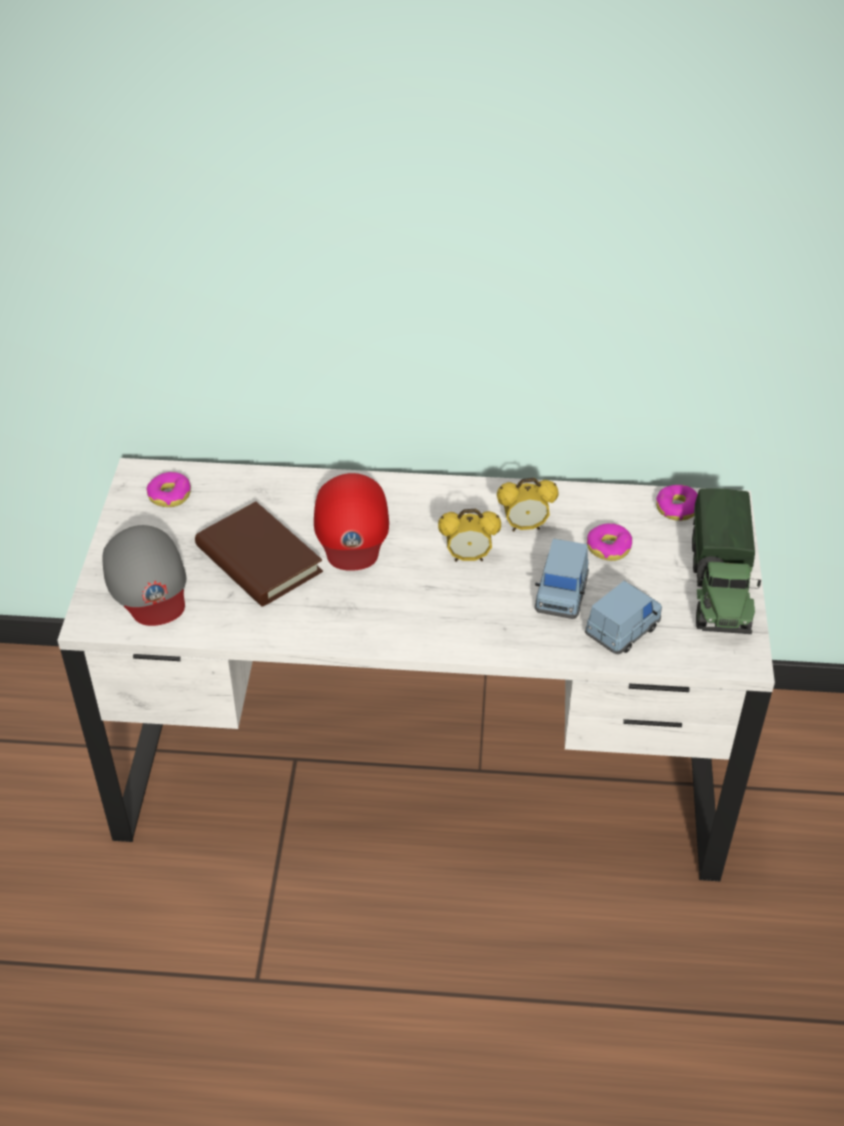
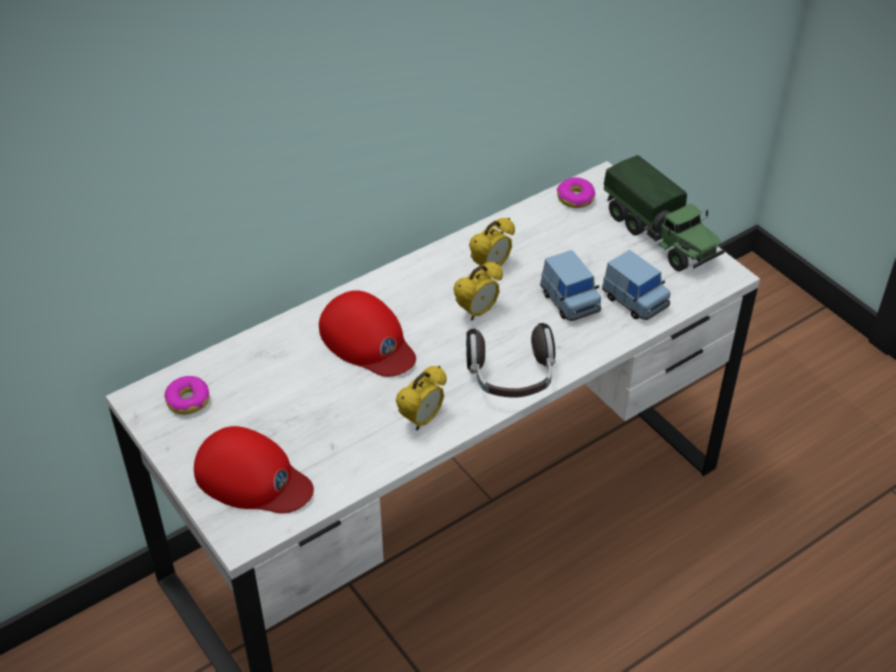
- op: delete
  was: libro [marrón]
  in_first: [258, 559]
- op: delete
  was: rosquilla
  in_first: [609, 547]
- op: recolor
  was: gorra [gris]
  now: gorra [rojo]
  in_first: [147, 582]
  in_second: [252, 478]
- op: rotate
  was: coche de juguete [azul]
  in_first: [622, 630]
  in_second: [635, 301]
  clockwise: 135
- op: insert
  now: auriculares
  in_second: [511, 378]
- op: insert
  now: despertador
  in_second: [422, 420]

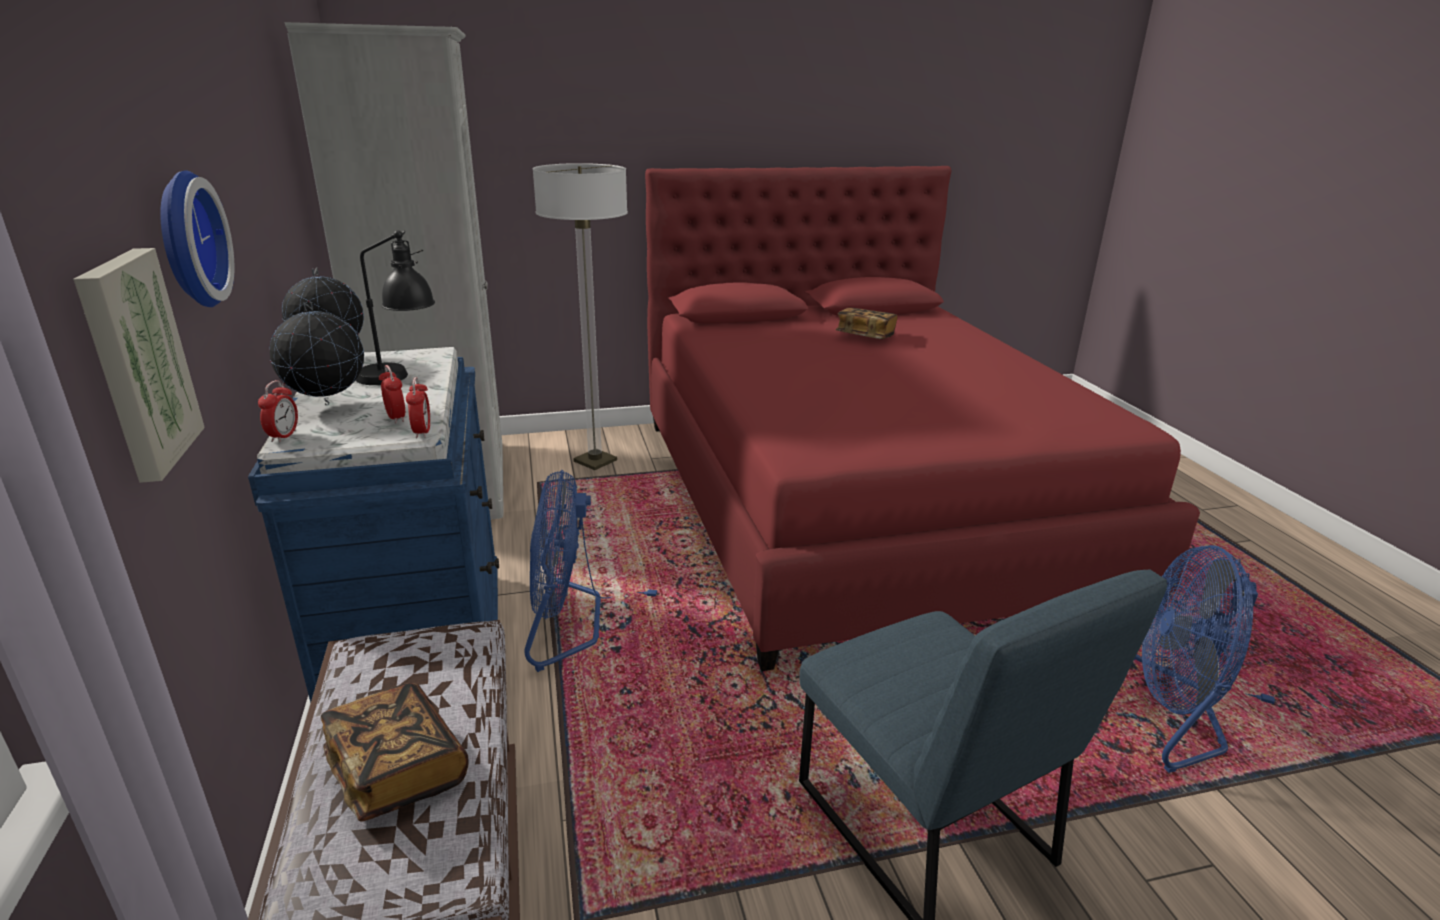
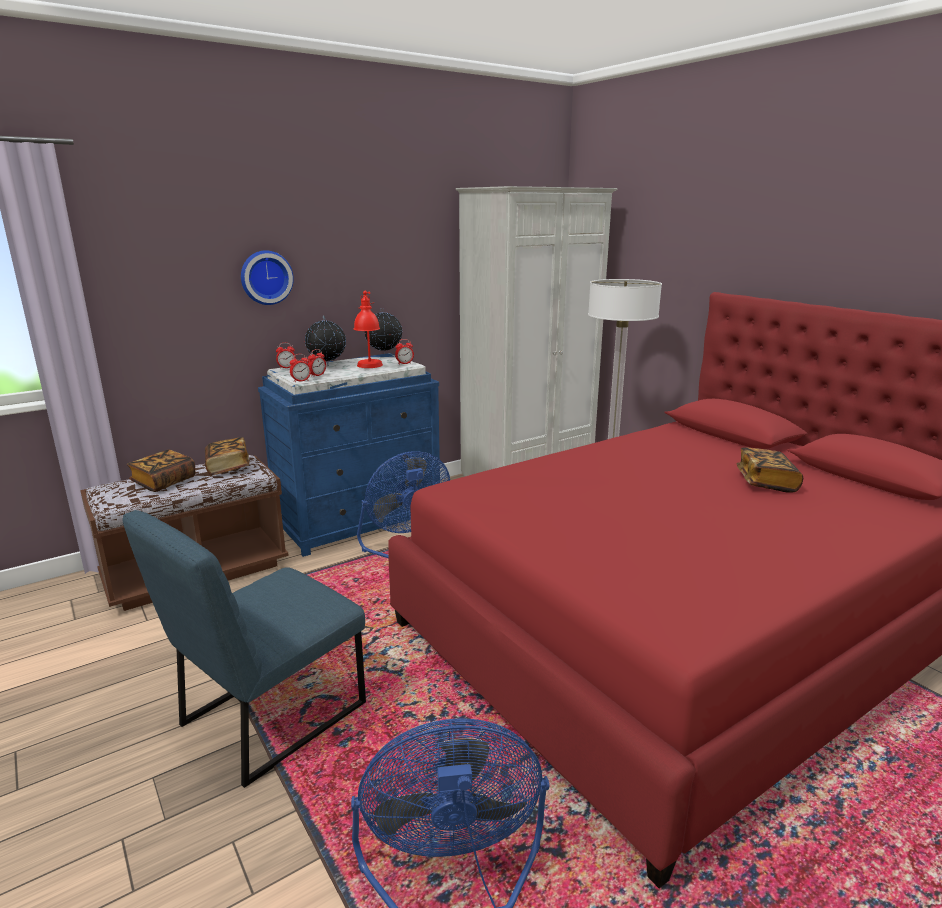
- op: recolor
  was: lámpara de mesa [negro]
  now: lámpara de mesa [rojo]
  in_first: [401, 378]
  in_second: [370, 367]
- op: delete
  was: cuadro
  in_first: [136, 363]
- op: insert
  now: despertador
  in_second: [404, 363]
- op: insert
  now: libro
  in_second: [228, 467]

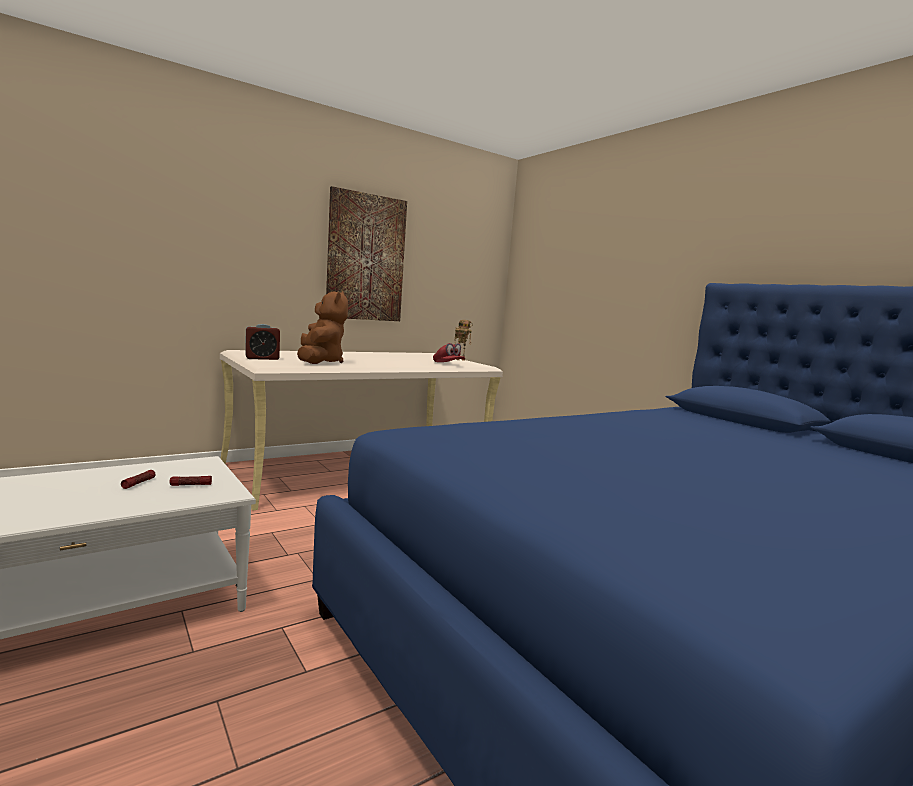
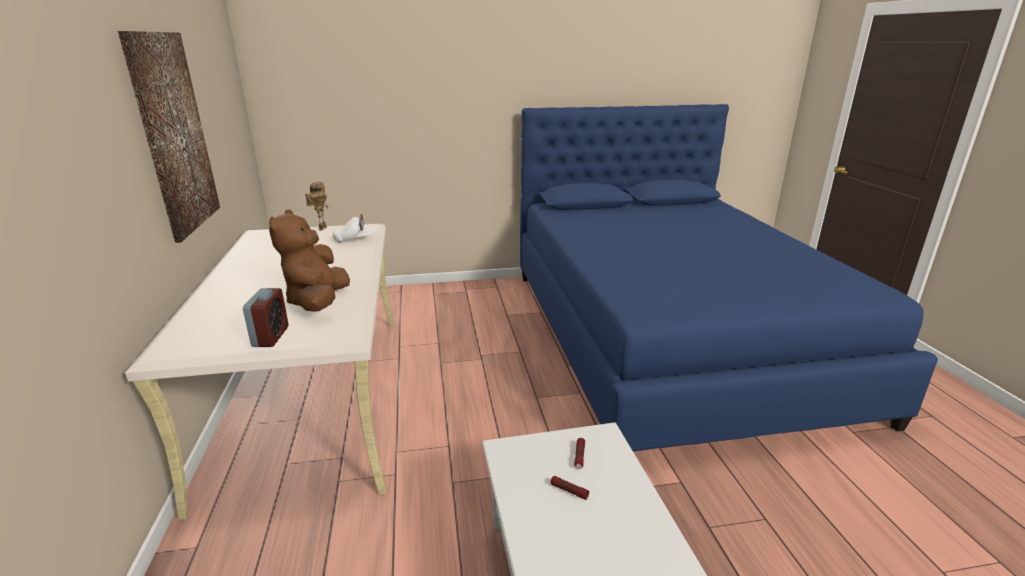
- op: rotate
  was: peluche [marrón]
  in_first: [320, 362]
  in_second: [318, 302]
  clockwise: -105
- op: recolor
  was: gorra [rojo]
  now: gorra [blanco]
  in_first: [448, 364]
  in_second: [355, 239]

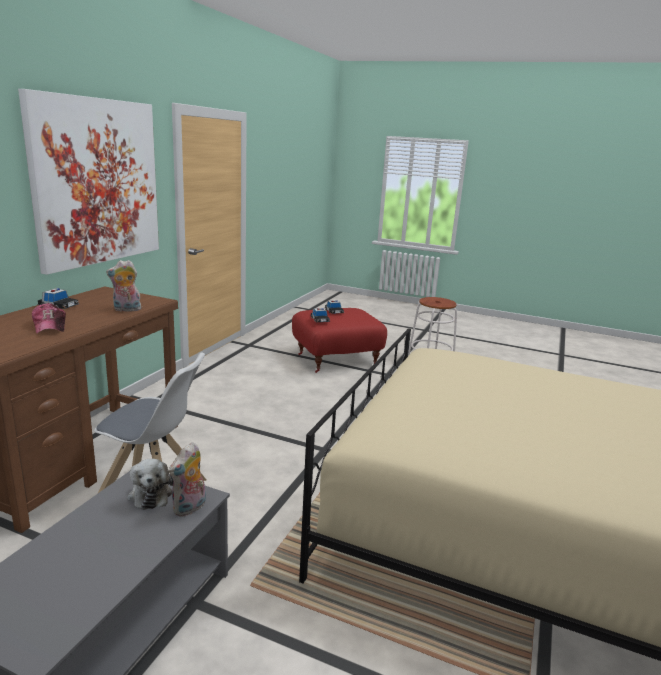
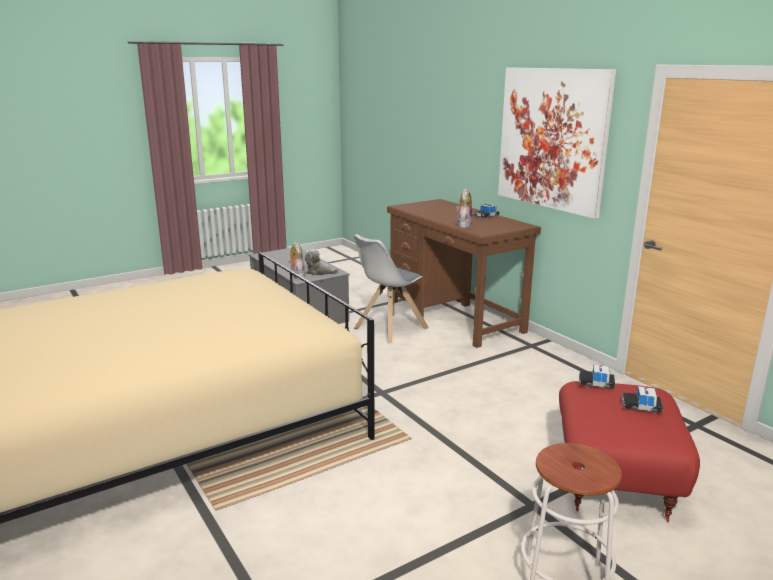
- op: delete
  was: gorra
  in_first: [50, 326]

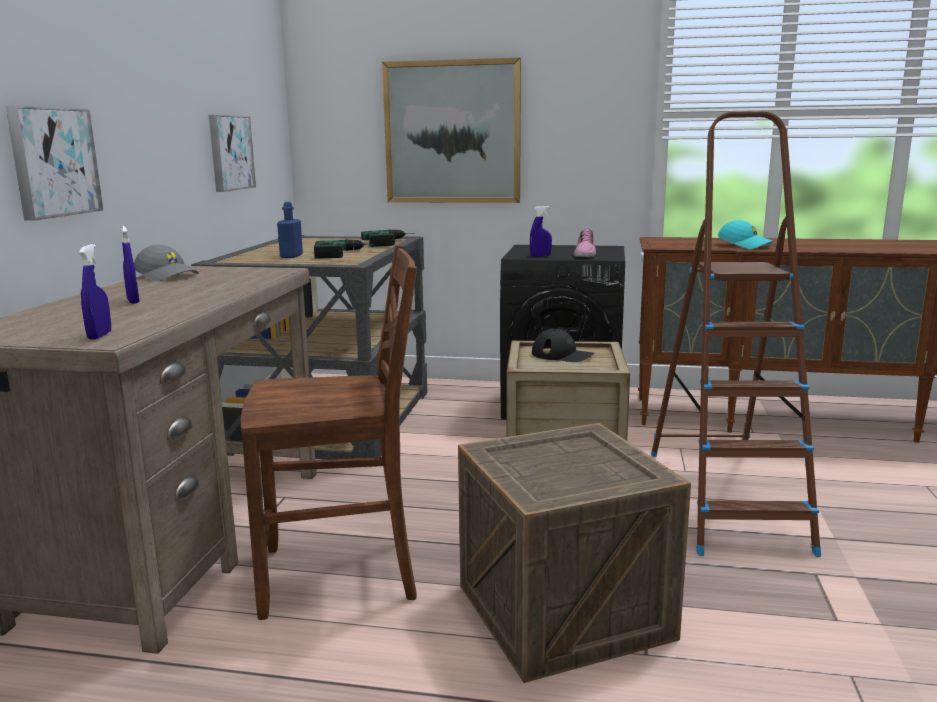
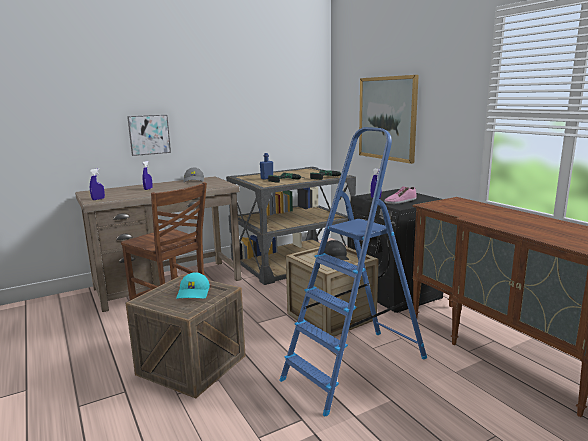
- op: recolor
  was: escalera de tijera [marrón]
  now: escalera de tijera [azul]
  in_first: [725, 498]
  in_second: [355, 369]
- op: delete
  was: cuadro
  in_first: [230, 153]
- op: move
  was: gorra [turquesa]
  in_first: [745, 245]
  in_second: [194, 293]

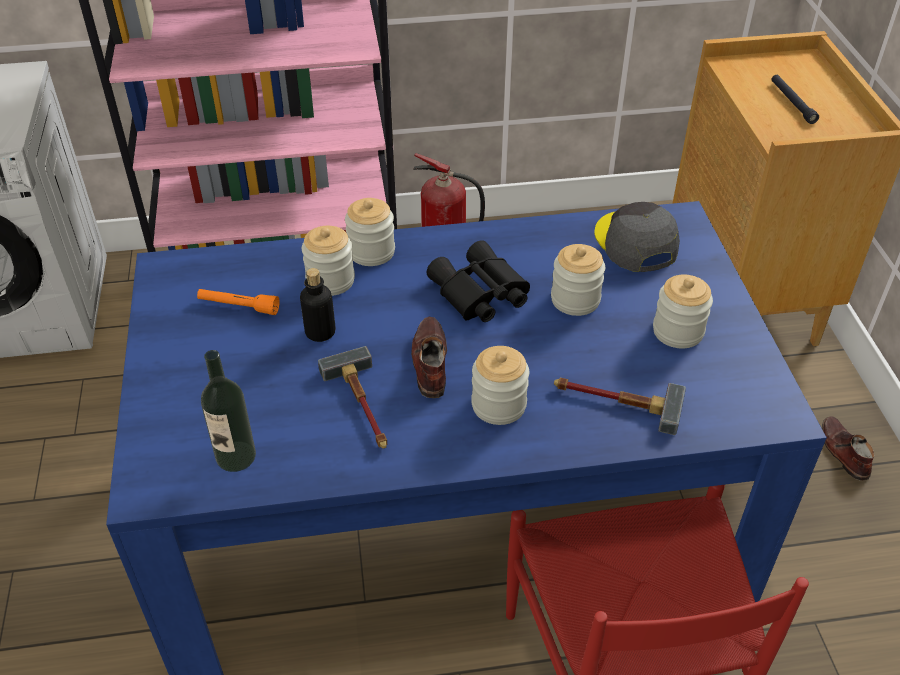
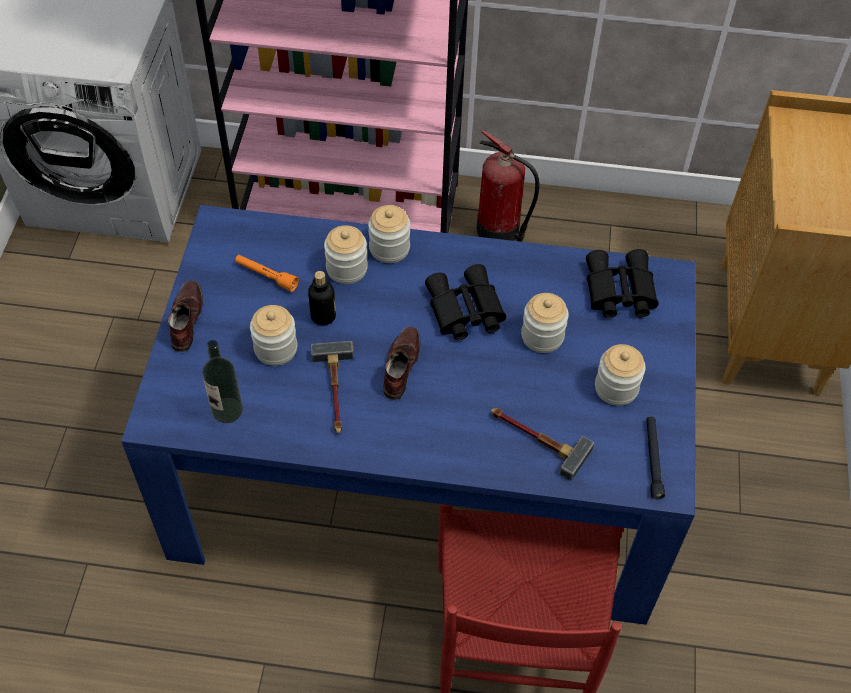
- op: move
  was: linterna [negro]
  in_first: [792, 103]
  in_second: [653, 459]
- op: replace
  was: gorra [gris]
  now: prismáticos [negro]
  in_first: [635, 242]
  in_second: [618, 292]
- op: move
  was: tarro
  in_first: [498, 405]
  in_second: [275, 348]
- op: move
  was: zapato [marrón]
  in_first: [843, 452]
  in_second: [185, 319]

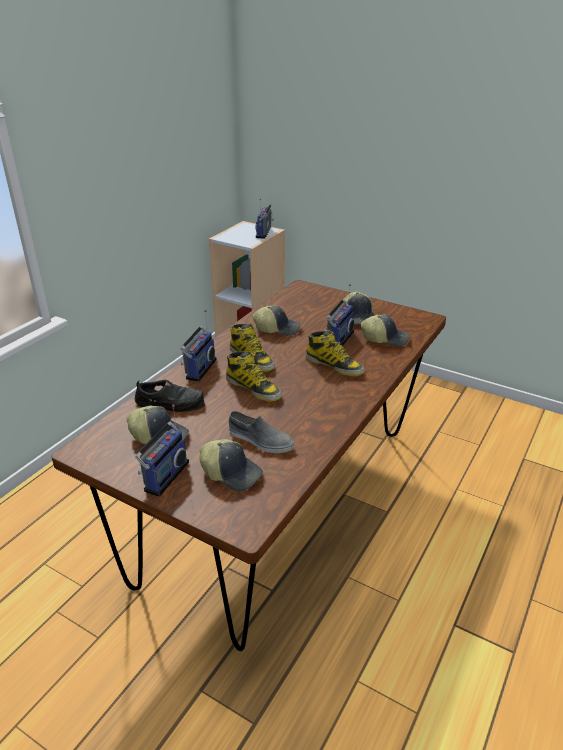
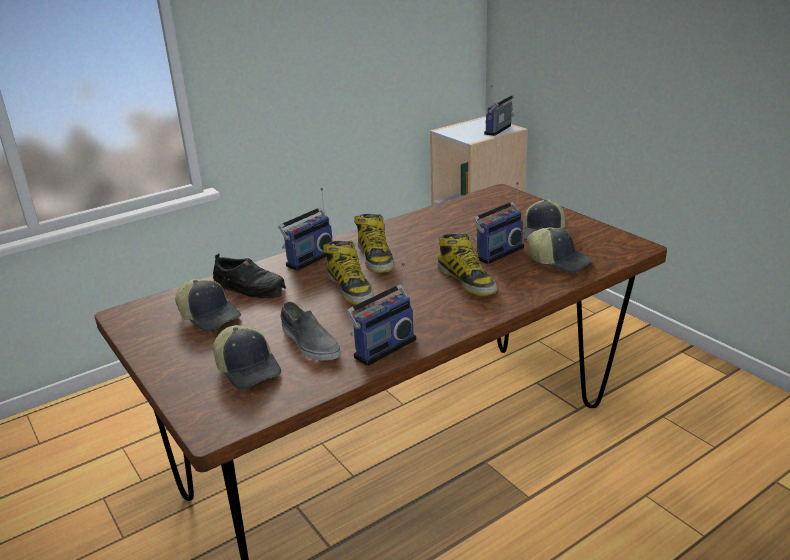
- op: delete
  was: gorra
  in_first: [277, 328]
- op: move
  was: radio
  in_first: [164, 475]
  in_second: [382, 347]

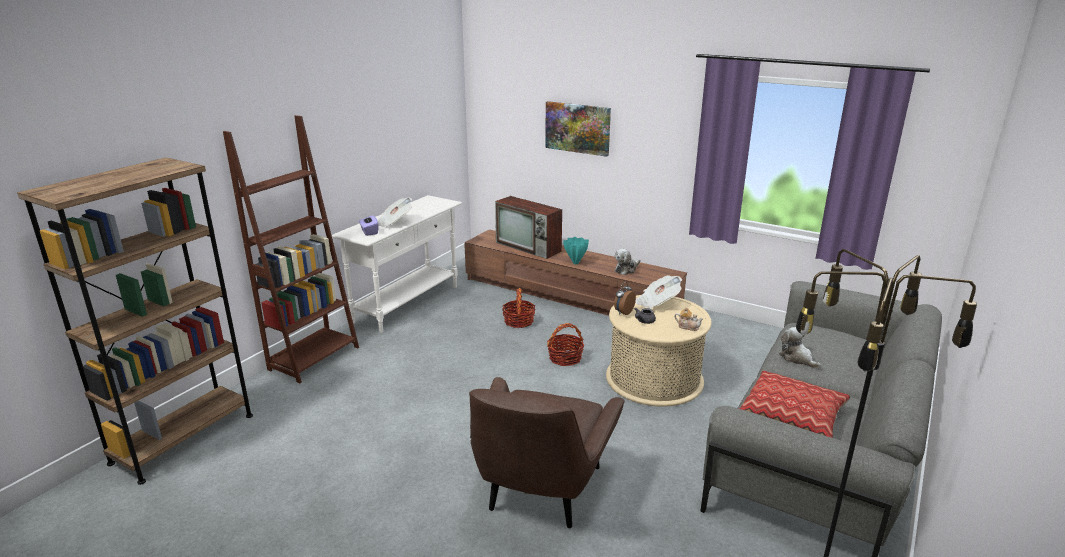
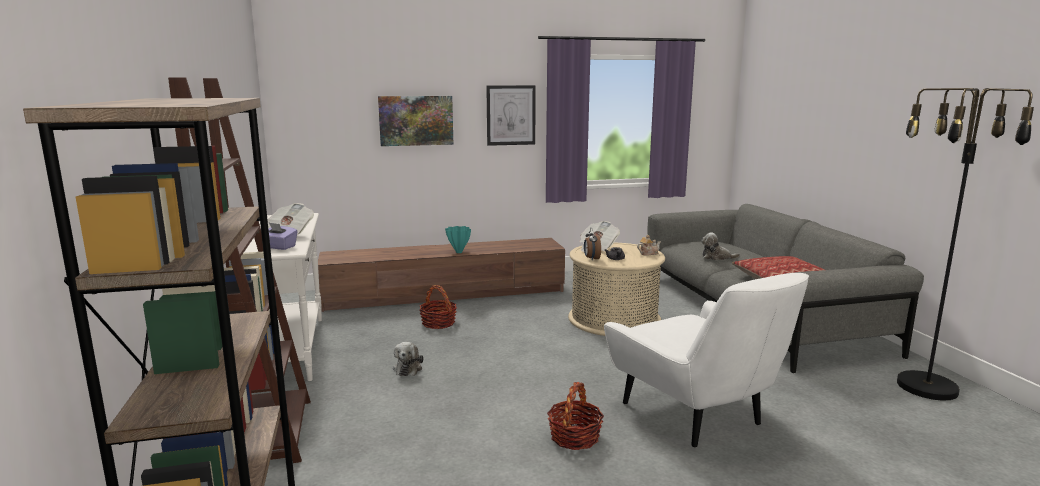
- op: delete
  was: televisor
  in_first: [529, 247]
- op: move
  was: peluche
  in_first: [626, 269]
  in_second: [408, 368]
- op: move
  was: cesta
  in_first: [565, 358]
  in_second: [574, 437]
- op: recolor
  was: sillón [marrón]
  now: sillón [blanco]
  in_first: [540, 493]
  in_second: [698, 417]
- op: insert
  now: cuadro
  in_second: [511, 115]

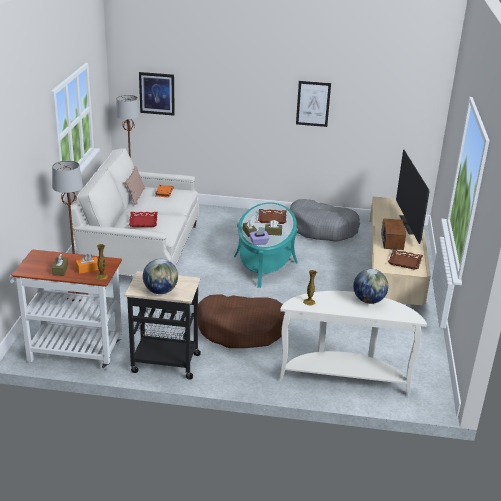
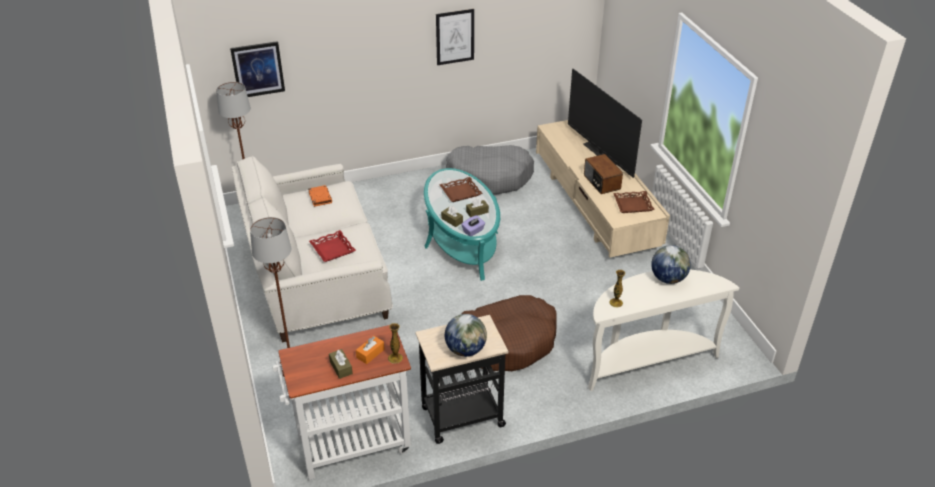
- op: delete
  was: cojín [beis]
  in_first: [135, 196]

